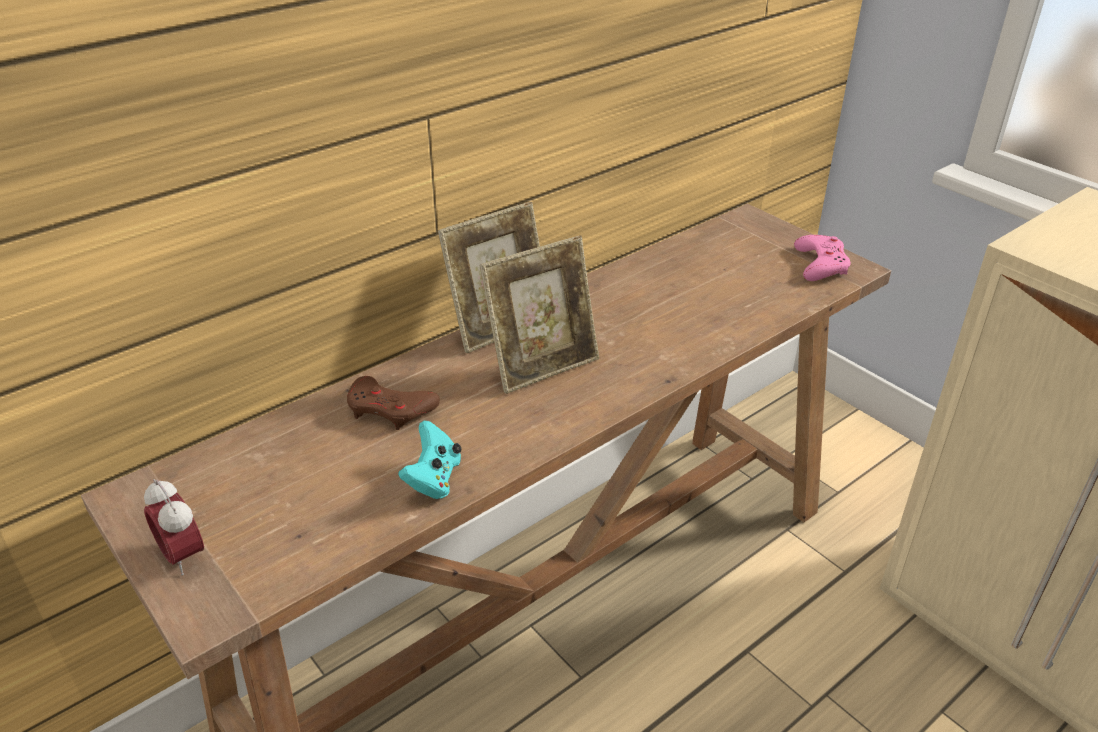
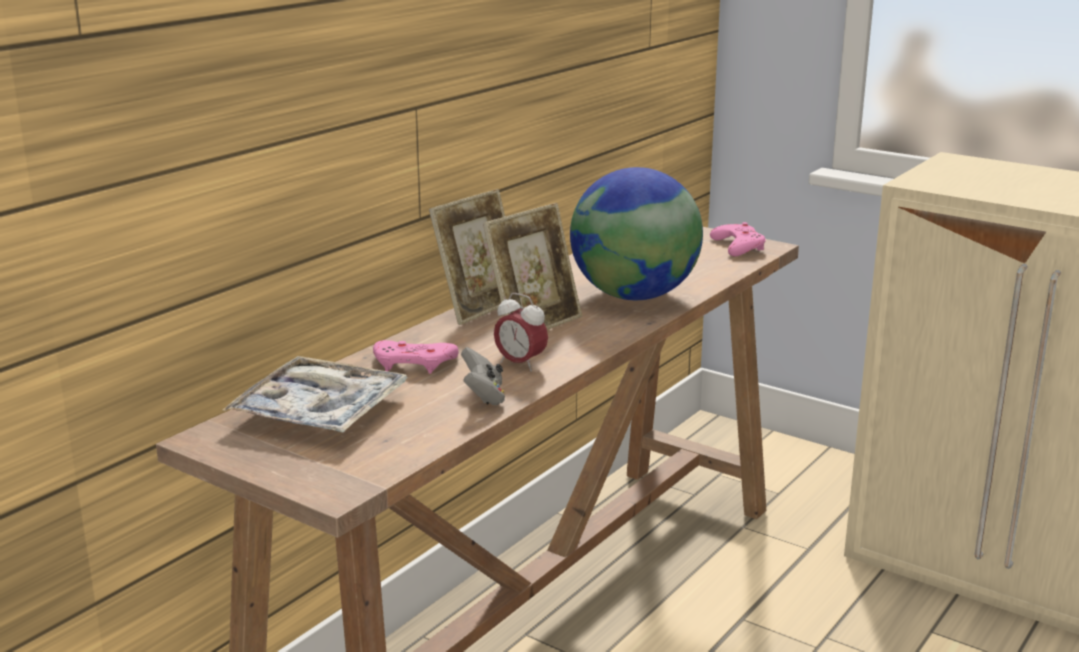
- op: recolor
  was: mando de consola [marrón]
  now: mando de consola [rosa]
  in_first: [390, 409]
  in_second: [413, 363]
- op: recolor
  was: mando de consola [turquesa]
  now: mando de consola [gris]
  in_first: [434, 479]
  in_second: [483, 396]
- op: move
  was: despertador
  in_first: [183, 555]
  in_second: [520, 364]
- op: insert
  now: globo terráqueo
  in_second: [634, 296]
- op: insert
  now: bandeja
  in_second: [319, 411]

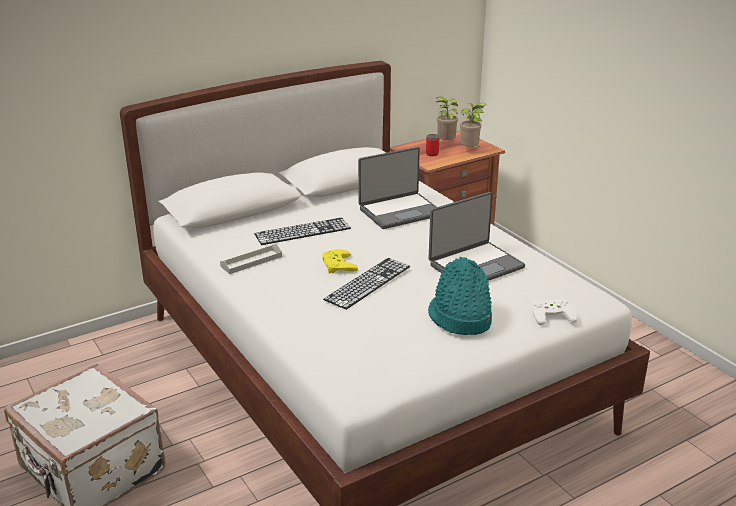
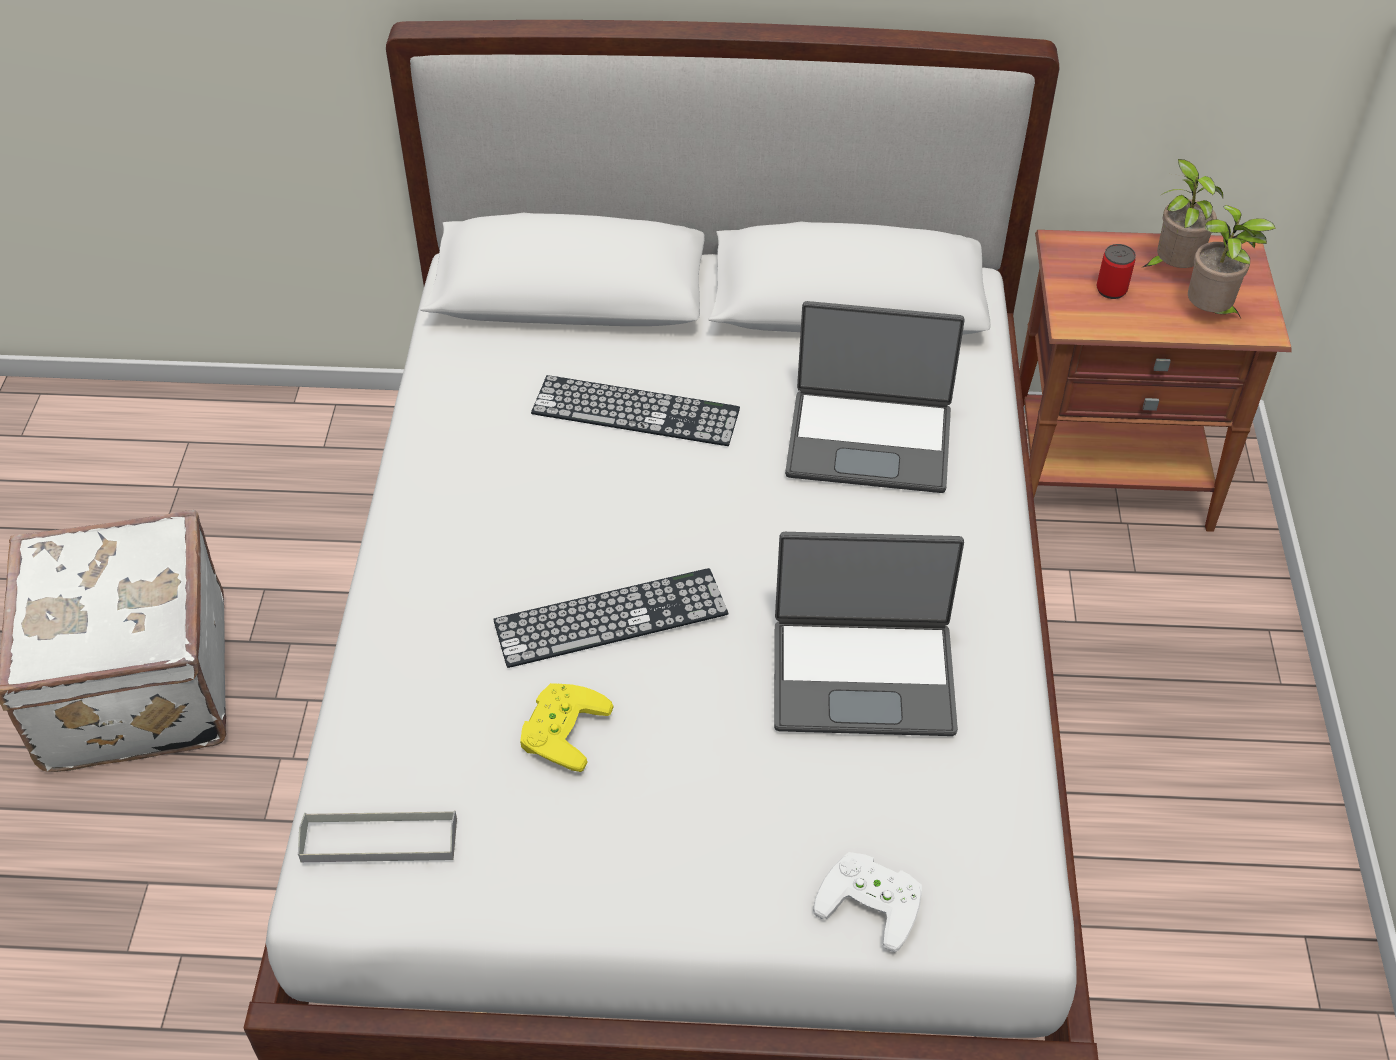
- op: move
  was: bandeja [gris]
  in_first: [251, 261]
  in_second: [379, 840]
- op: move
  was: mando de consola [amarillo]
  in_first: [336, 265]
  in_second: [559, 728]
- op: delete
  was: sombrero [turquesa]
  in_first: [460, 317]

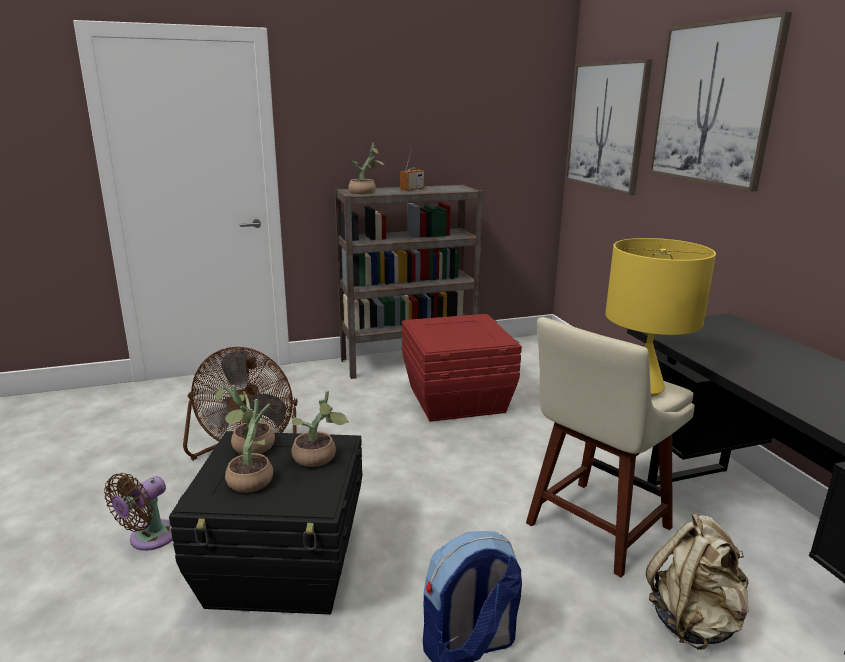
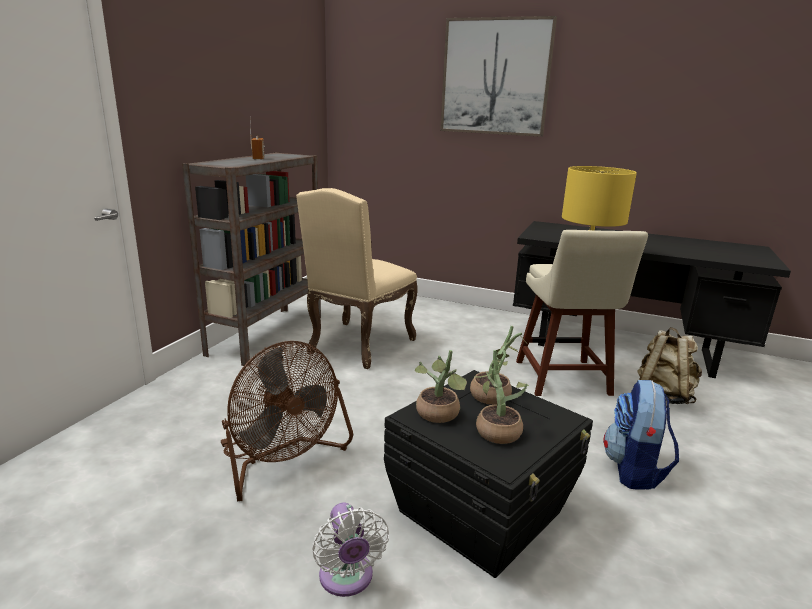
- op: delete
  was: cuadro
  in_first: [606, 126]
- op: delete
  was: planta en maceta
  in_first: [365, 192]
- op: replace
  was: caja de almacenaje [rojo]
  now: silla [beis]
  in_first: [457, 398]
  in_second: [357, 346]
- op: recolor
  was: ventilador [marrón]
  now: ventilador [blanco]
  in_first: [149, 538]
  in_second: [347, 579]

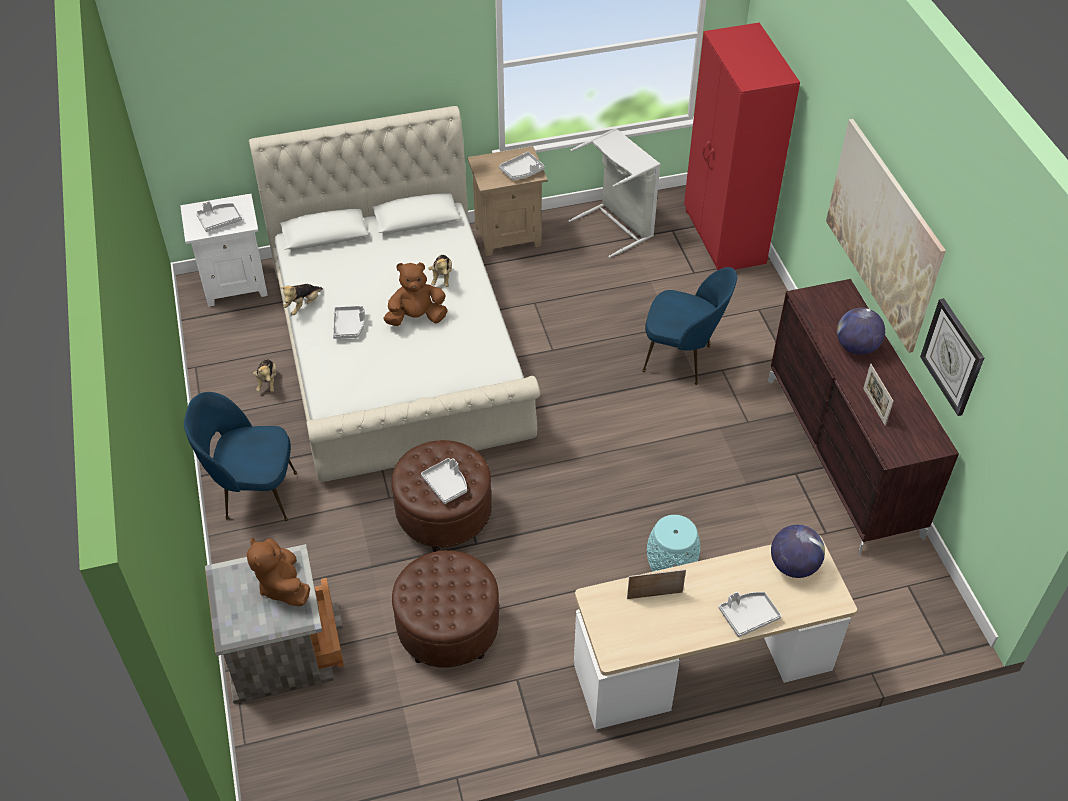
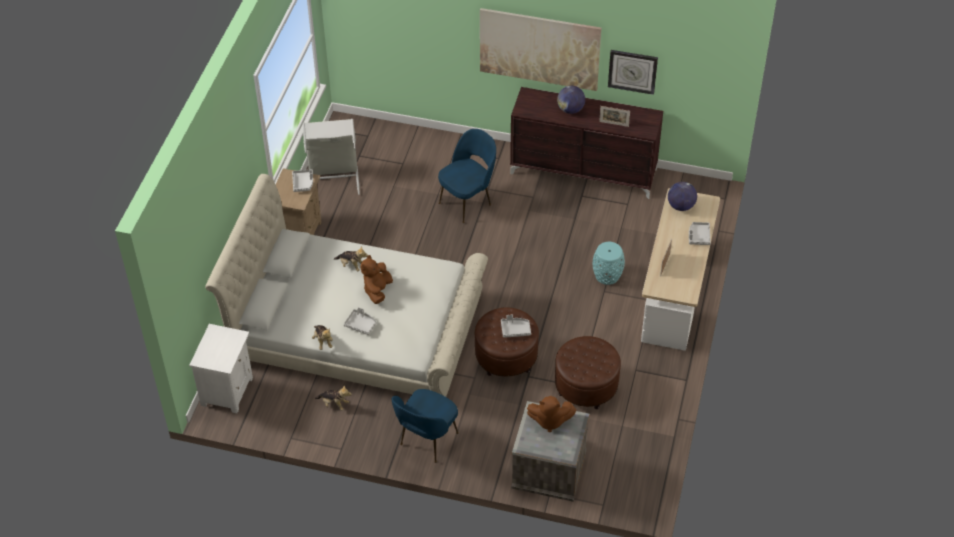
- op: delete
  was: armario ropero [rojo]
  in_first: [723, 238]
- op: delete
  was: bandeja [gris]
  in_first: [219, 220]

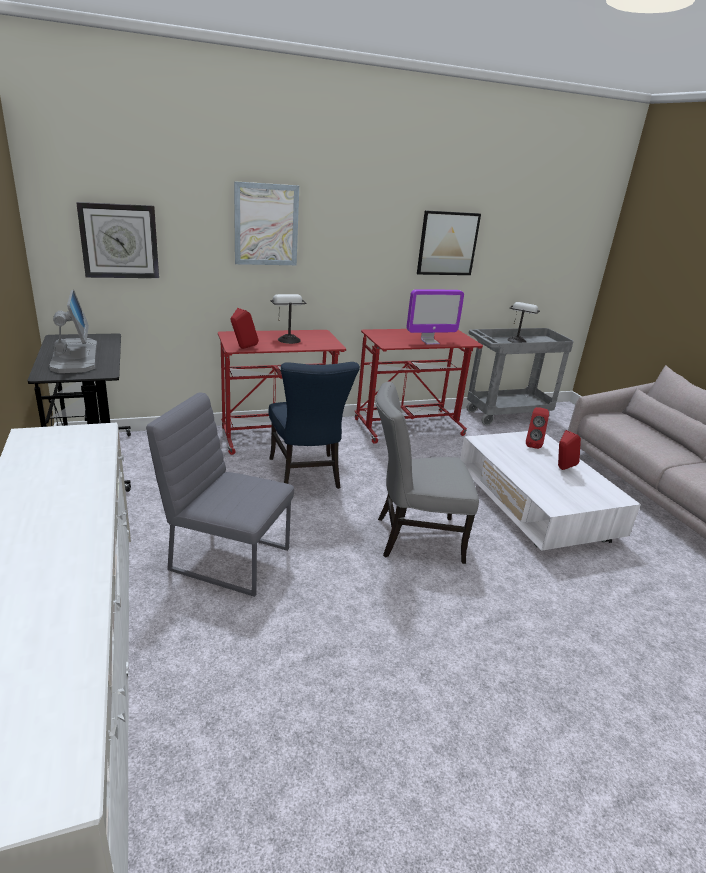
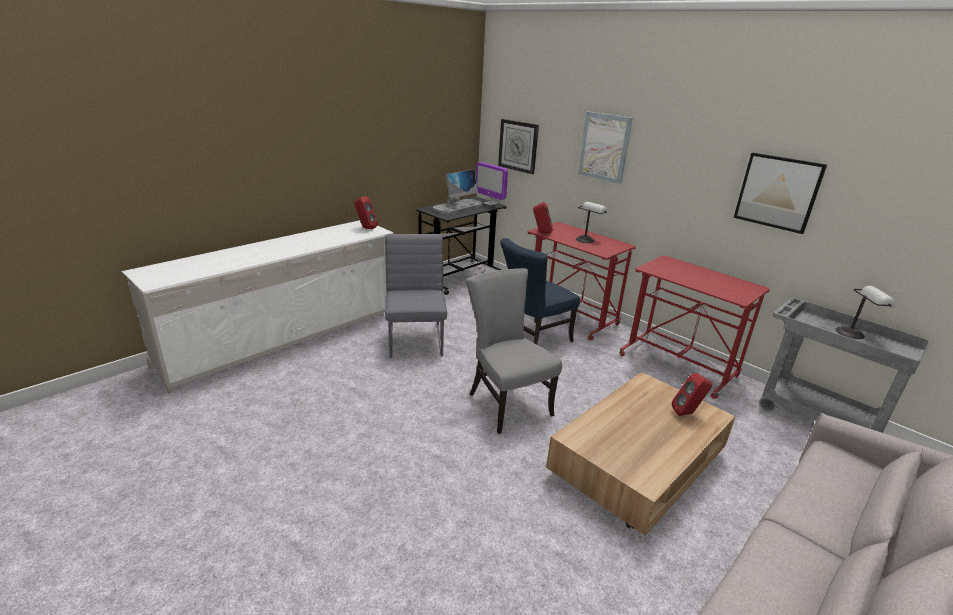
- op: move
  was: monitor
  in_first: [430, 342]
  in_second: [490, 203]
- op: move
  was: altavoz [rojo]
  in_first: [562, 469]
  in_second: [365, 228]
- op: recolor
  was: mesa de centro [blanco]
  now: mesa de centro [marrón]
  in_first: [534, 506]
  in_second: [637, 465]

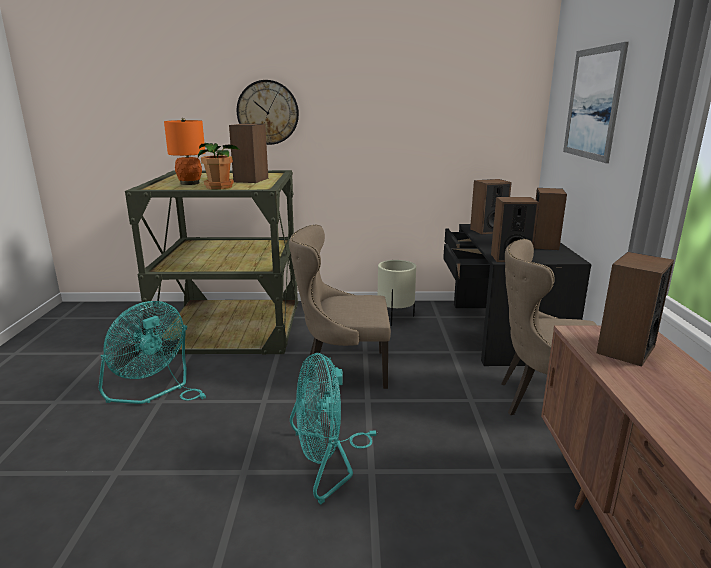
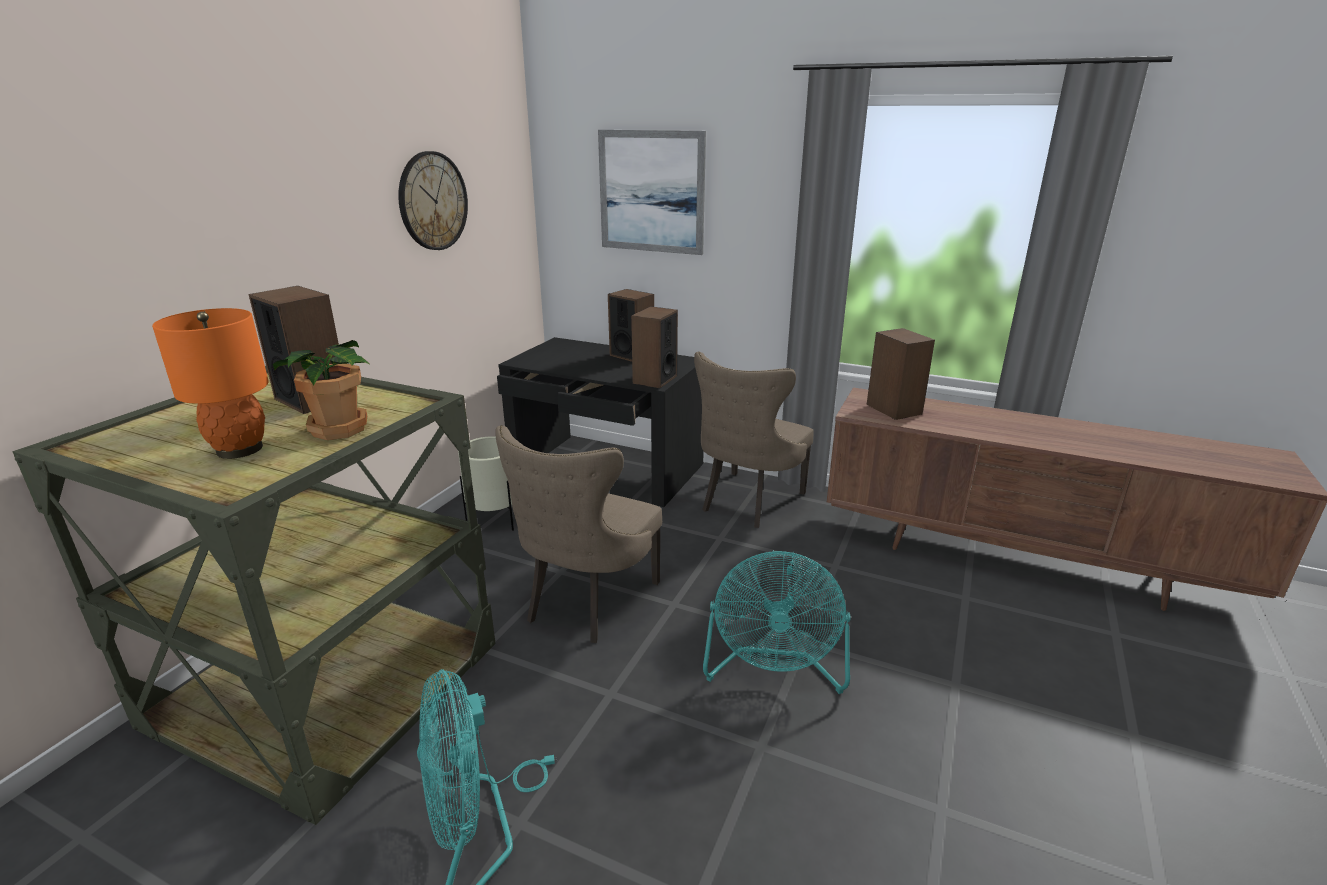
- op: move
  was: reloj de pared
  in_first: [268, 112]
  in_second: [433, 201]
- op: delete
  was: altavoz
  in_first: [487, 230]

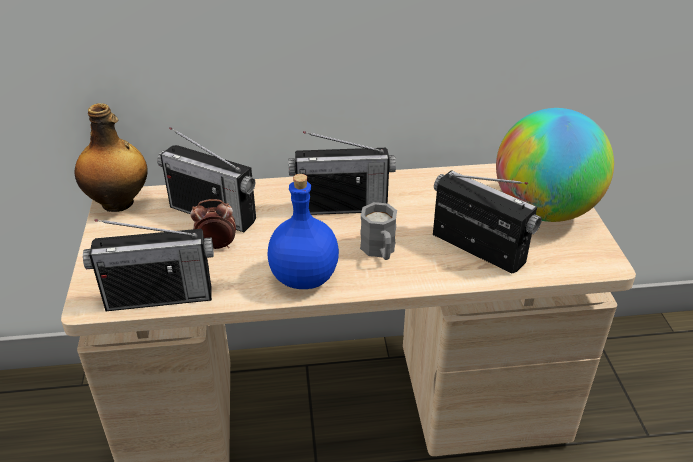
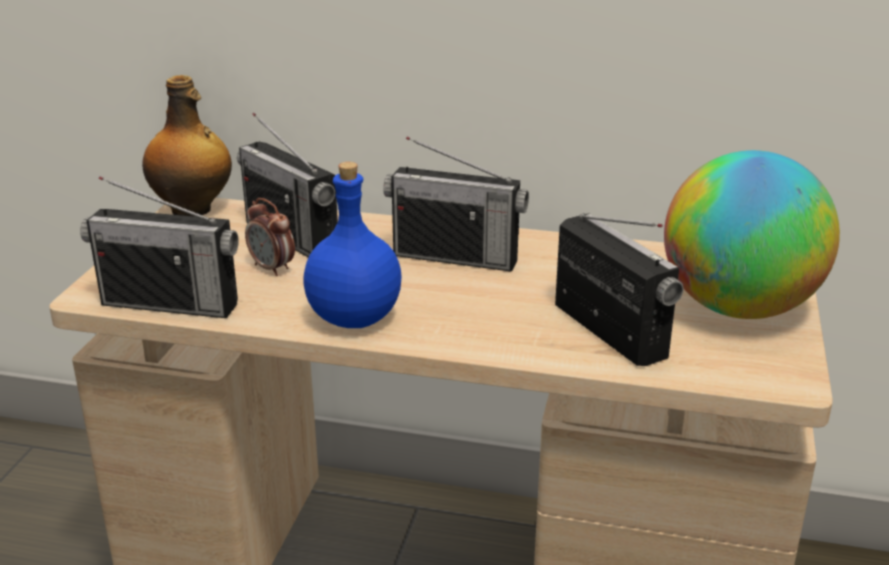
- op: rotate
  was: despertador
  in_first: [216, 246]
  in_second: [272, 268]
  clockwise: -150
- op: delete
  was: taza grande [gris]
  in_first: [380, 251]

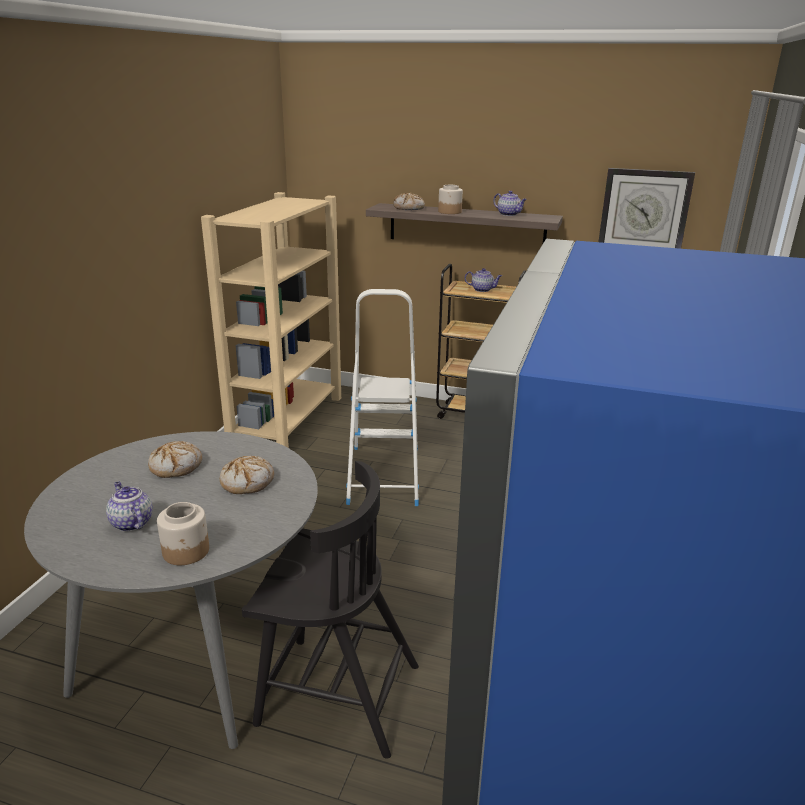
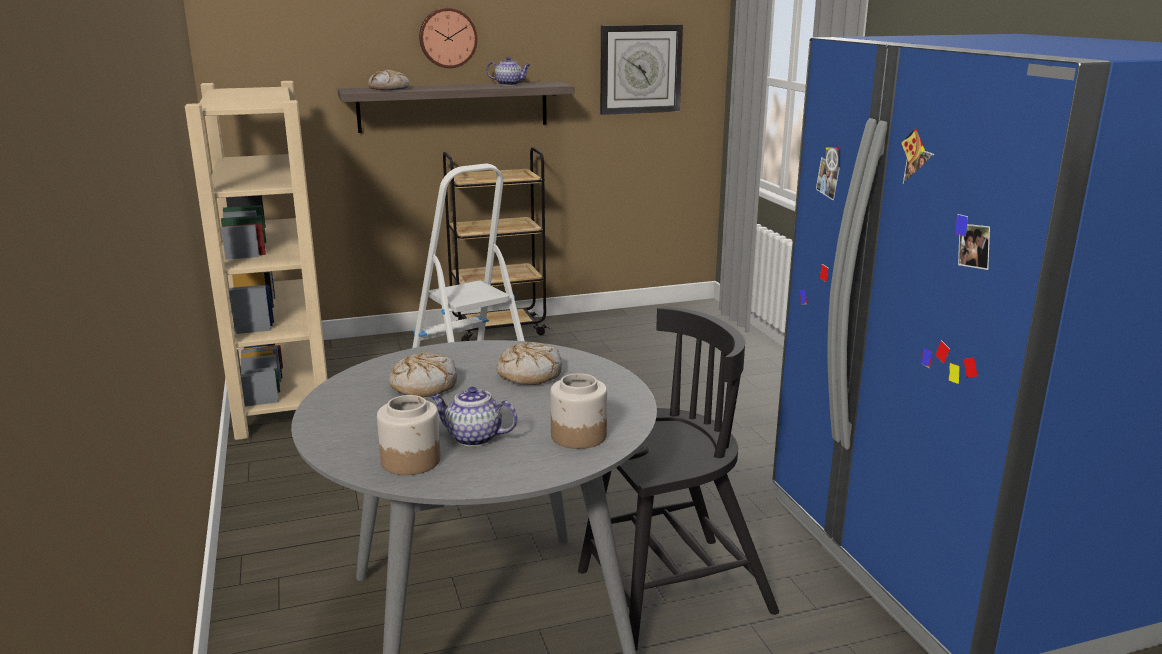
- op: move
  was: tarro
  in_first: [450, 212]
  in_second: [411, 460]
- op: delete
  was: tetera
  in_first: [482, 290]
- op: insert
  now: reloj de pared
  in_second: [447, 38]

